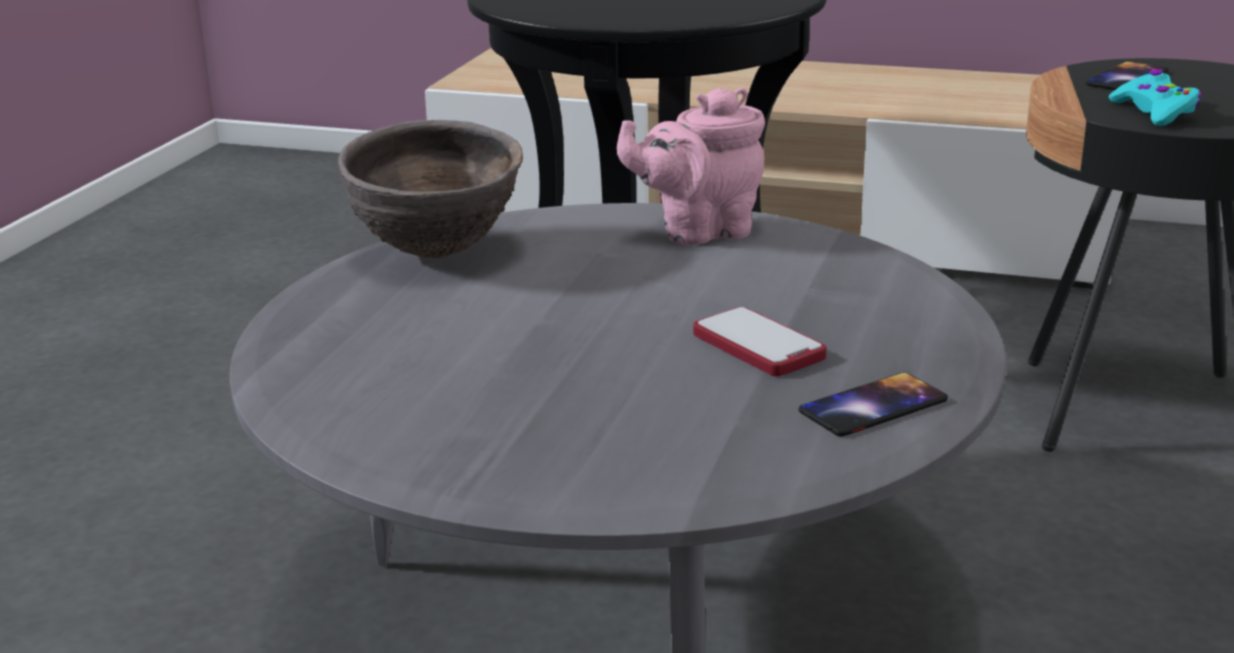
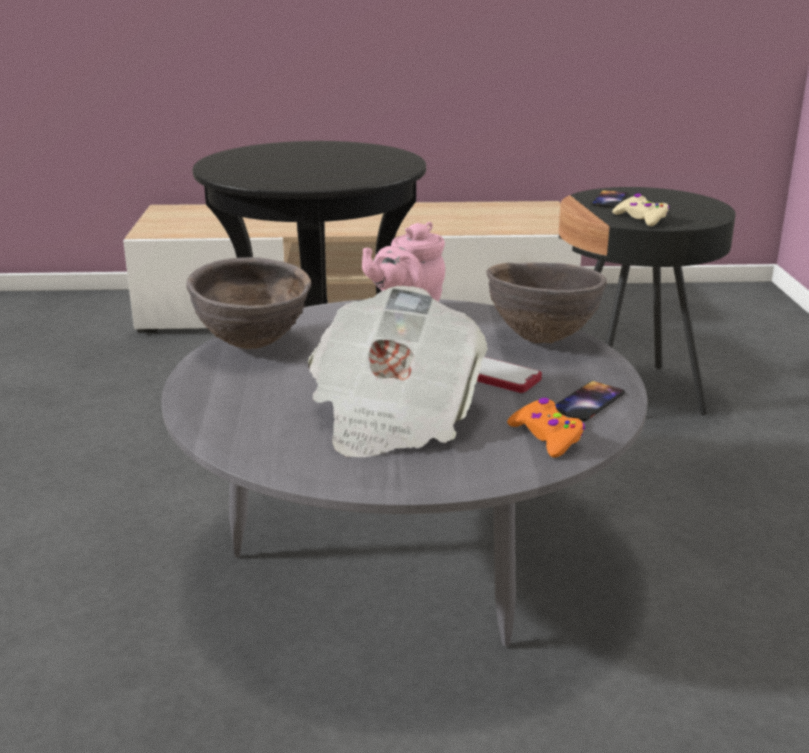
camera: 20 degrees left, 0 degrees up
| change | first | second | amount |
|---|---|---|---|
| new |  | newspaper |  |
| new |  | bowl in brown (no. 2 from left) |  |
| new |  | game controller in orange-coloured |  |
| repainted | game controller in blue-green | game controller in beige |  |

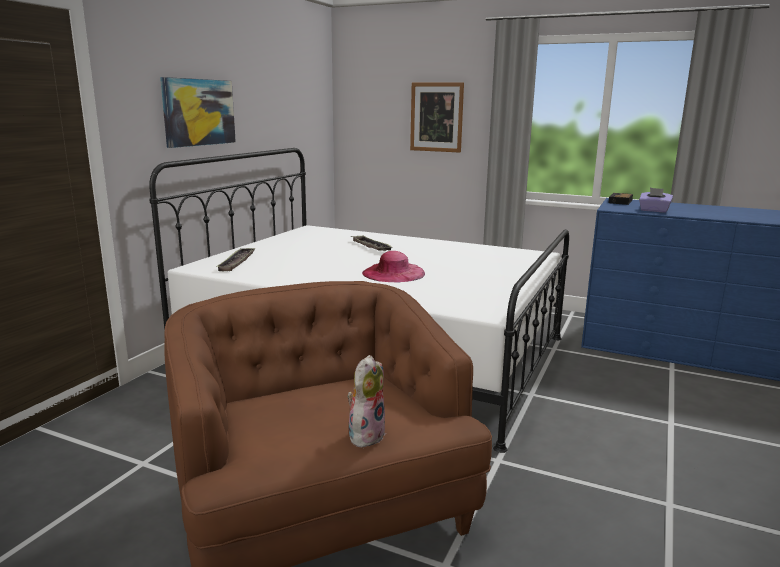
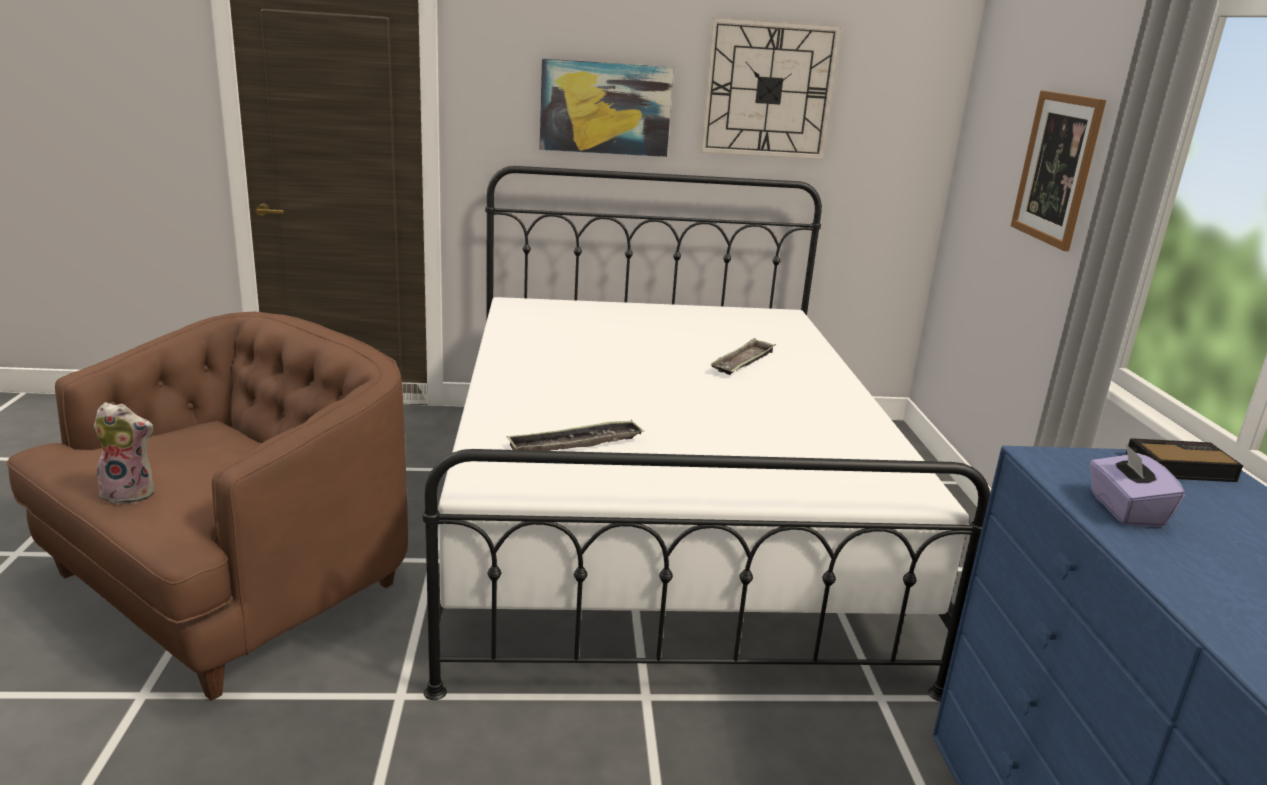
camera: 60 degrees right, 5 degrees up
| change | first | second | amount |
|---|---|---|---|
| gone | hat in pink |  |  |
| new |  | wall clock |  |
| shifted | carrying tray (no. 1 from left) |  |  |

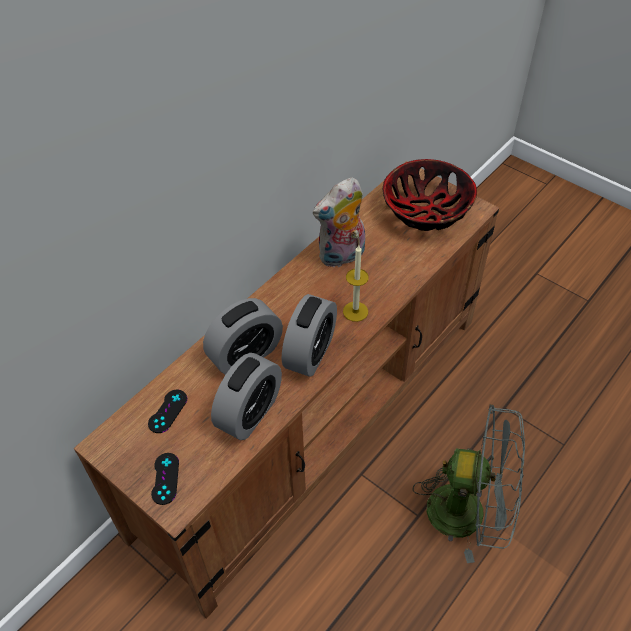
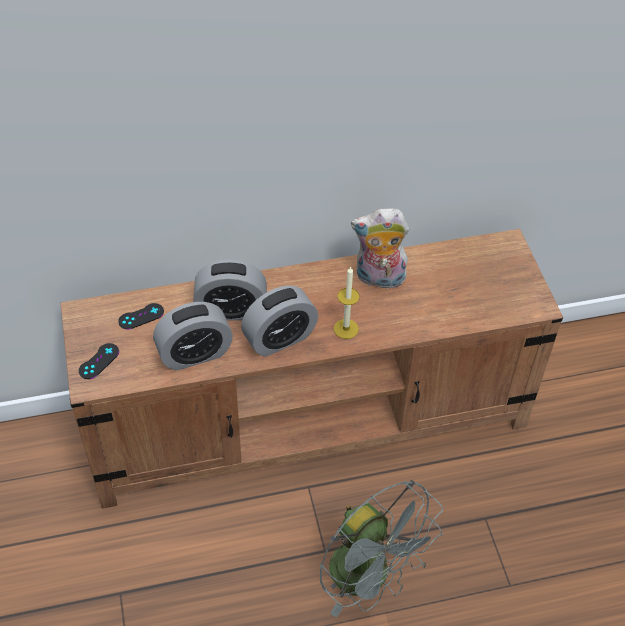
camera: 35 degrees right, 0 degrees up
| change | first | second | amount |
|---|---|---|---|
| gone | bowl |  |  |

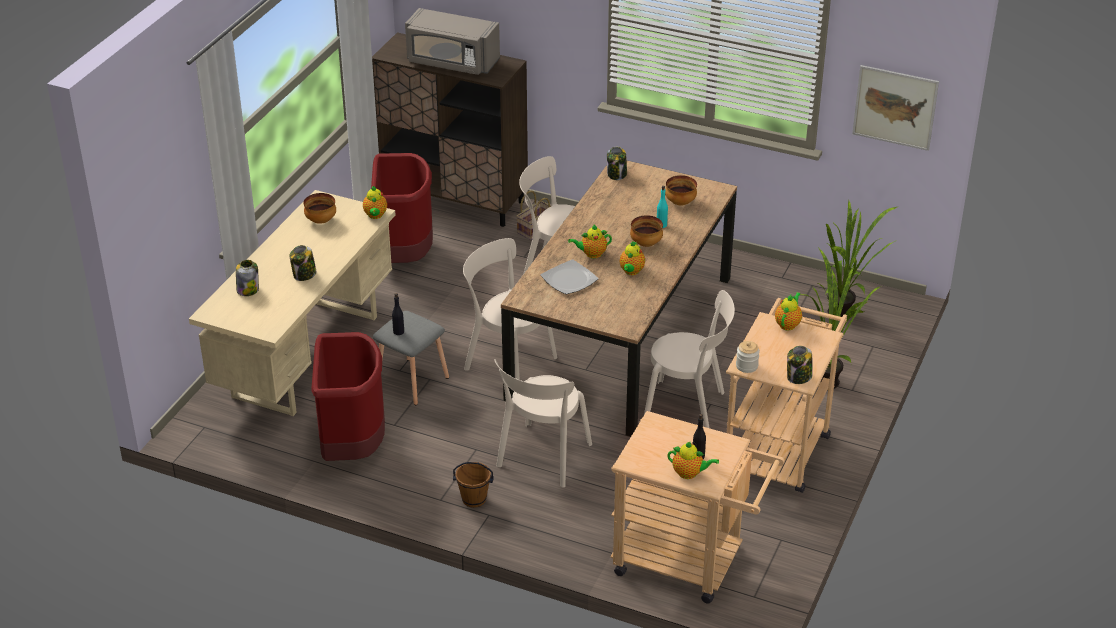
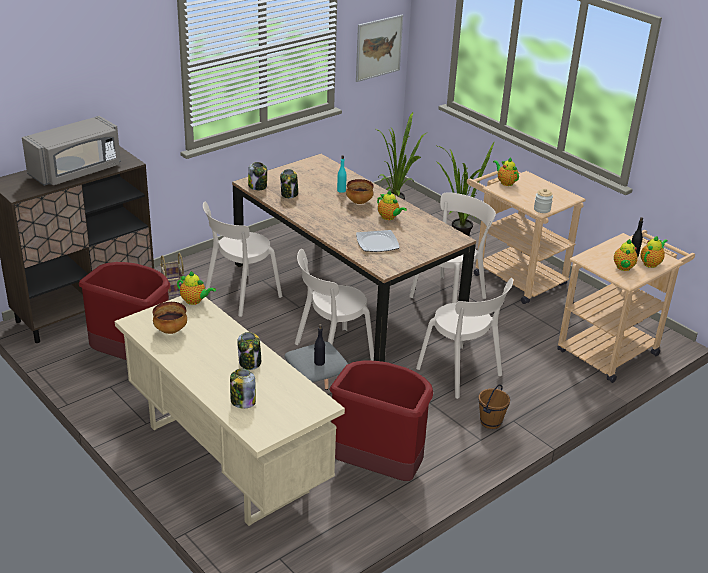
camera: 65 degrees left, 5 degrees down
| change | first | second | amount |
|---|---|---|---|
| gone | bowl (no. 3 from left) |  |  |
| shifted | teapot (no. 2 from left in the first image) | teapot (no. 4 from left) |  |
| shifted | storage jar (no. 5 from left in the first image) | storage jar (no. 4 from left) |  |

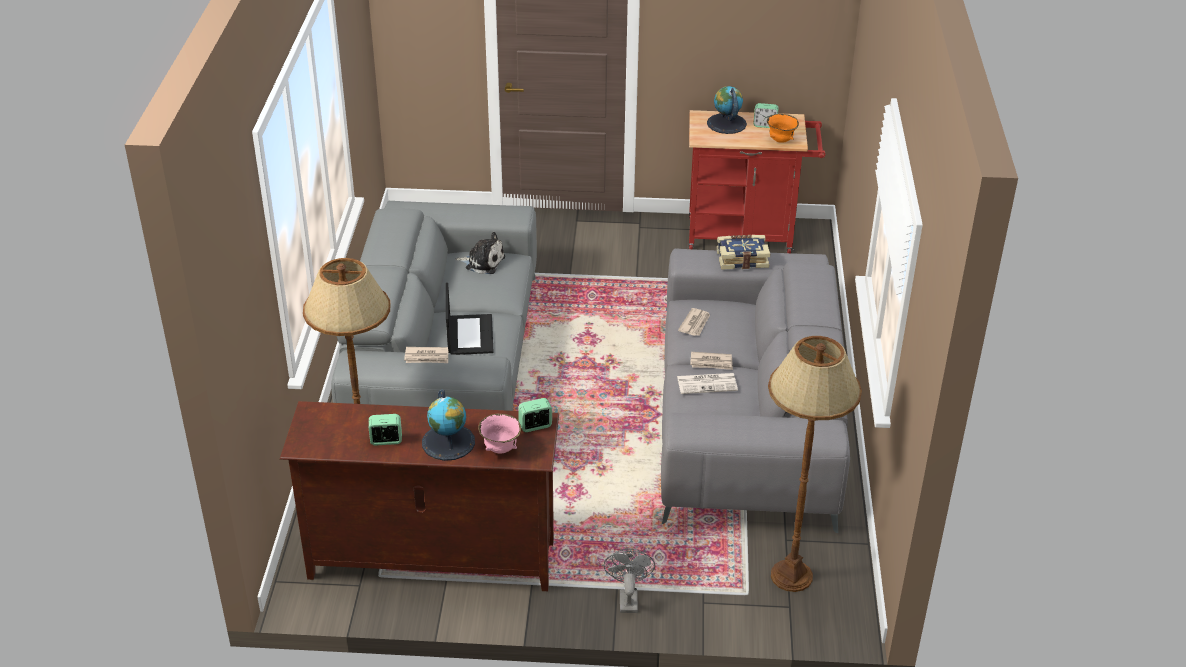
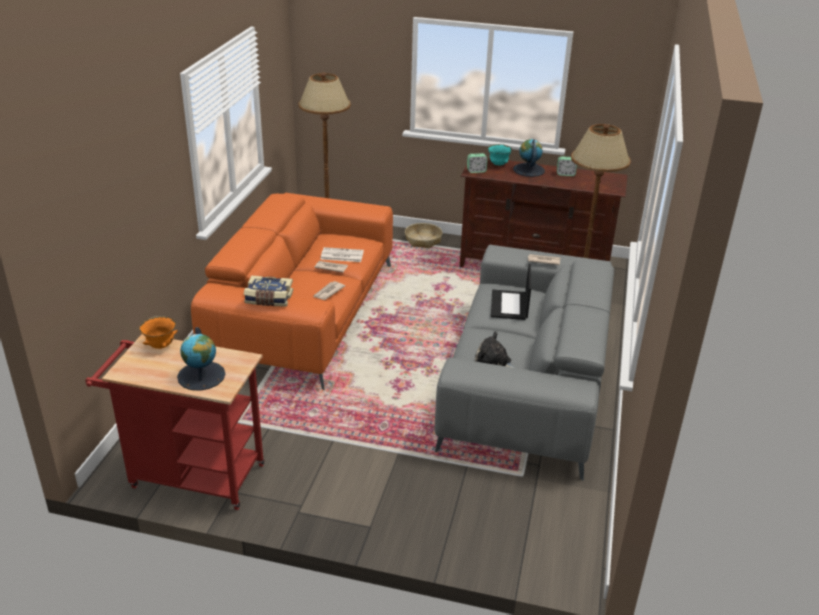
camera: 170 degrees left, 5 degrees down
| change | first | second | amount |
|---|---|---|---|
| gone | alarm clock (no. 3 from left) |  |  |
| swapped | cooling fan in greyish | storage basket |  |
| repainted | bowl in pink | bowl in blue-green |  |
| repainted | settee in greyish (no. 2 from left) | settee in orange-coloured |  |

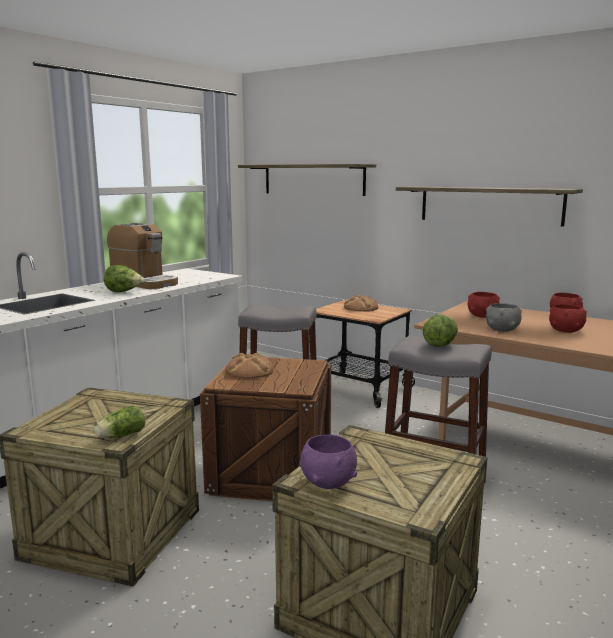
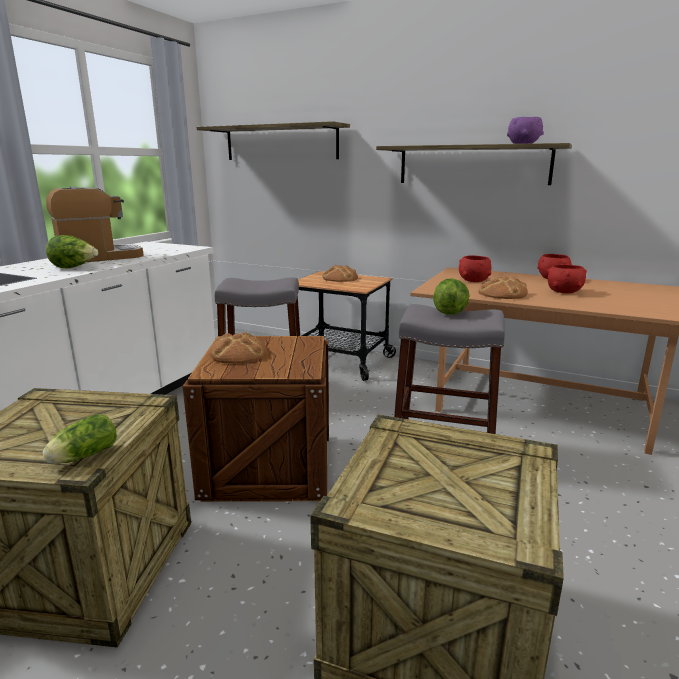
camera: 10 degrees left, 5 degrees up
| change | first | second | amount |
|---|---|---|---|
| shifted | bowl in purplish |  |  |
| swapped | bowl in greyish | bakery bread (no. 3 from left) |  |
| rotated | coffee brewer |  | 60 degrees counterclockwise |

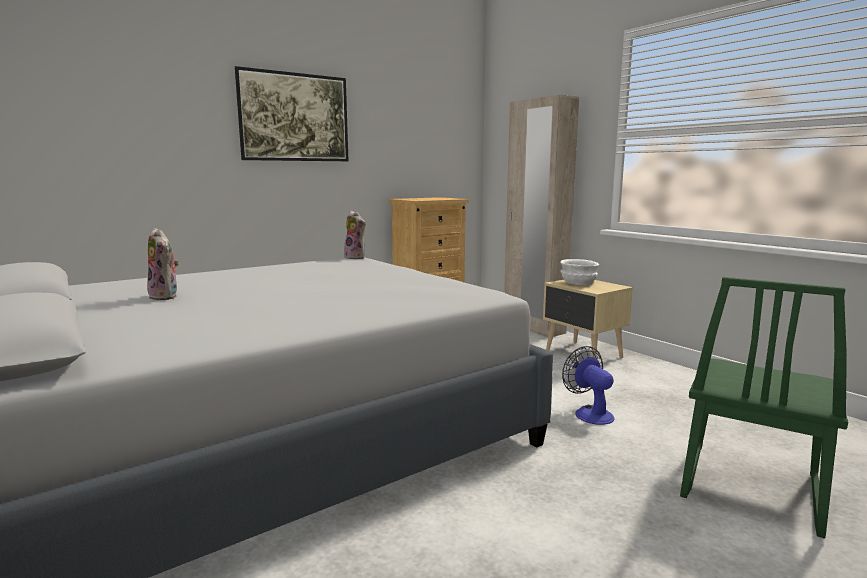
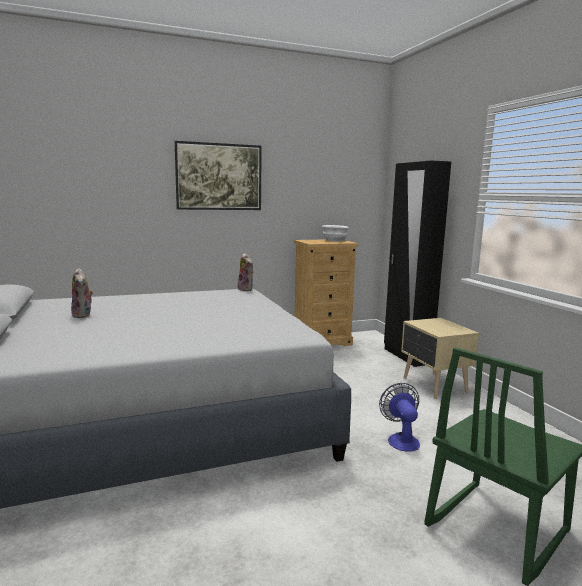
camera: 15 degrees right, 0 degrees up
| change | first | second | amount |
|---|---|---|---|
| shifted | bowl in whitish |  |  |
| repainted | clothes cupboard in beige | clothes cupboard in black |  |

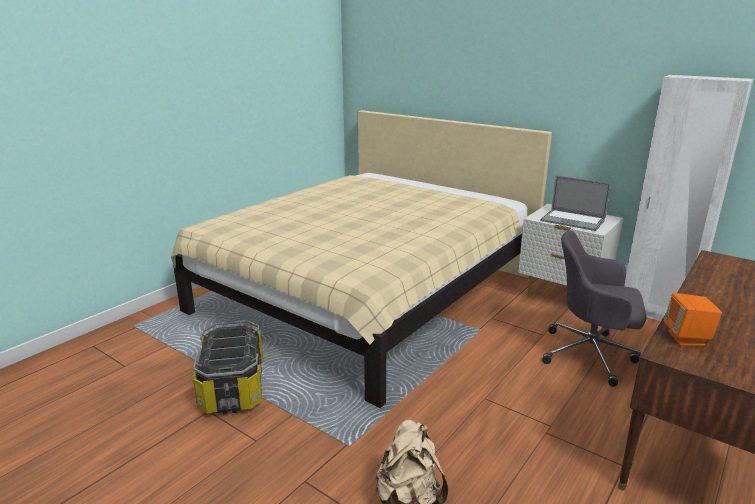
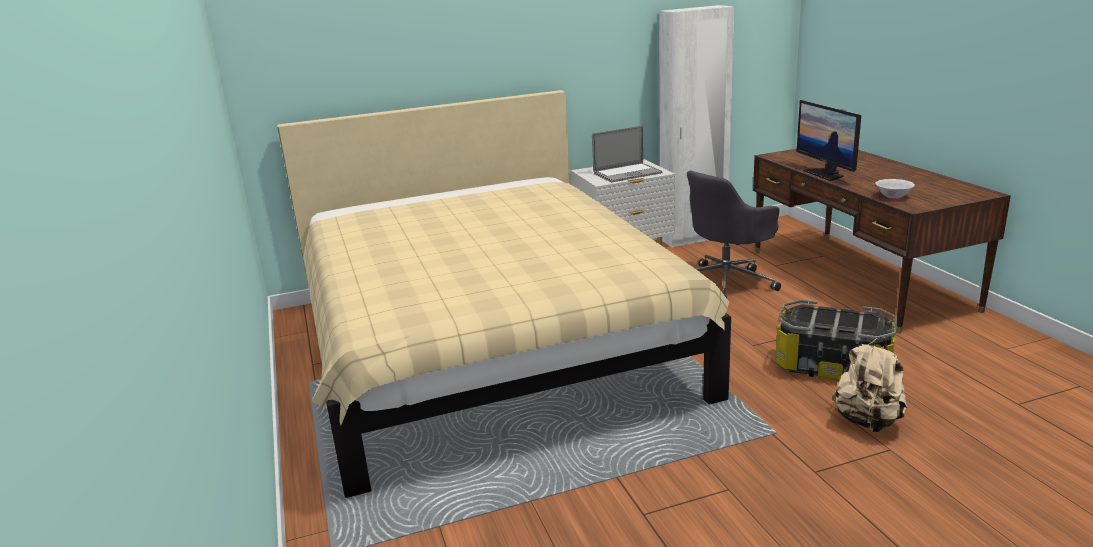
camera: 55 degrees left, 0 degrees up
| change | first | second | amount |
|---|---|---|---|
| new |  | computer screen |  |
| shifted | storage bin |  |  |
| swapped | audio speaker in orange-coloured | bowl in whitish |  |

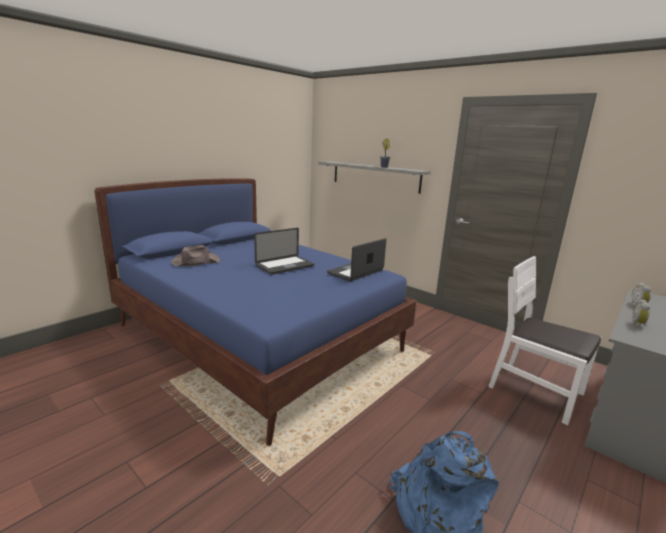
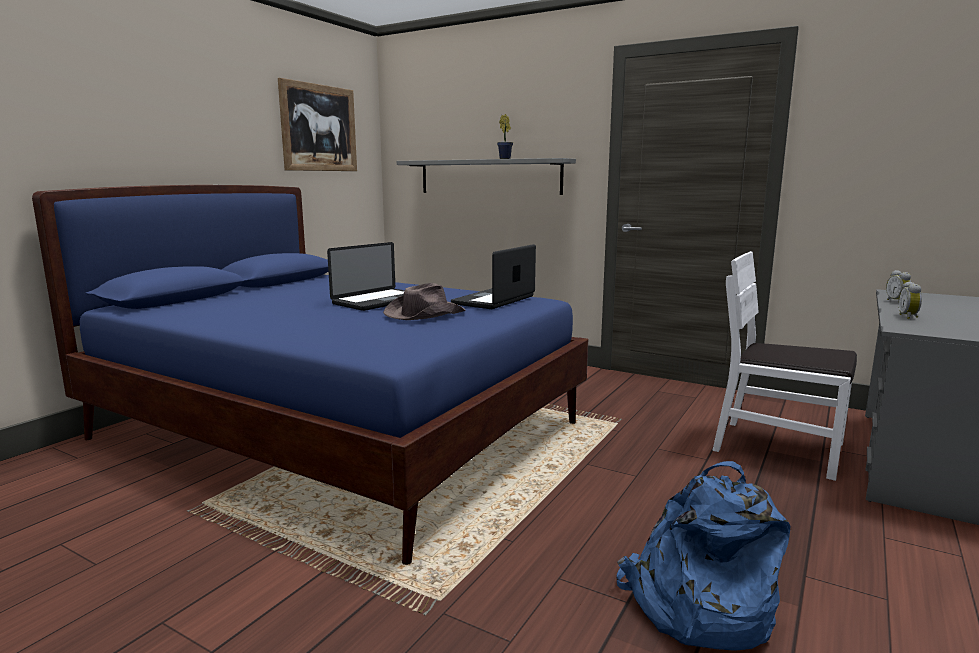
camera: 10 degrees left, 5 degrees down
| change | first | second | amount |
|---|---|---|---|
| new |  | wall art |  |
| shifted | hat in brown |  |  |

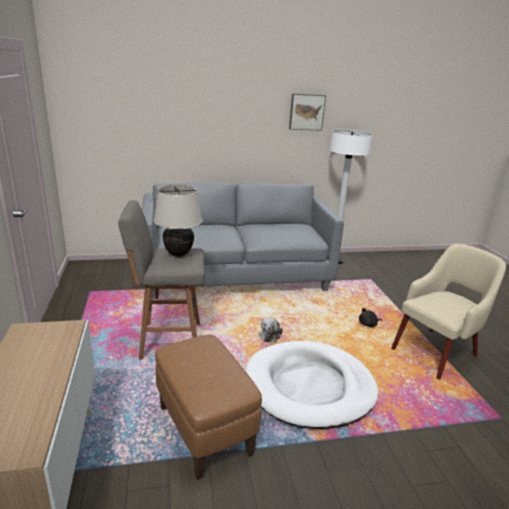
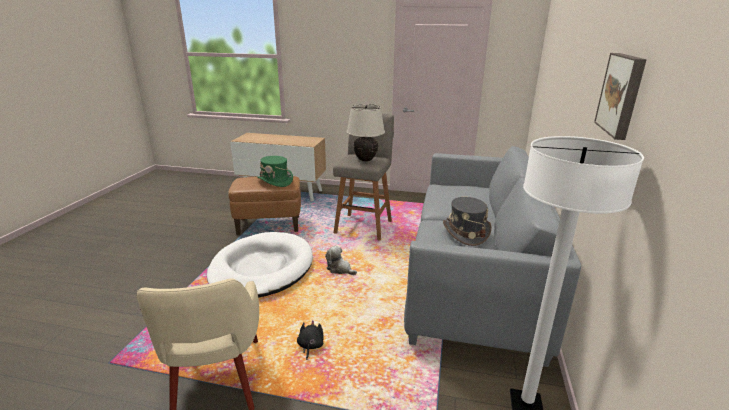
camera: 115 degrees right, 0 degrees up
| change | first | second | amount |
|---|---|---|---|
| new |  | hat in green |  |
| new |  | hat in greyish |  |

